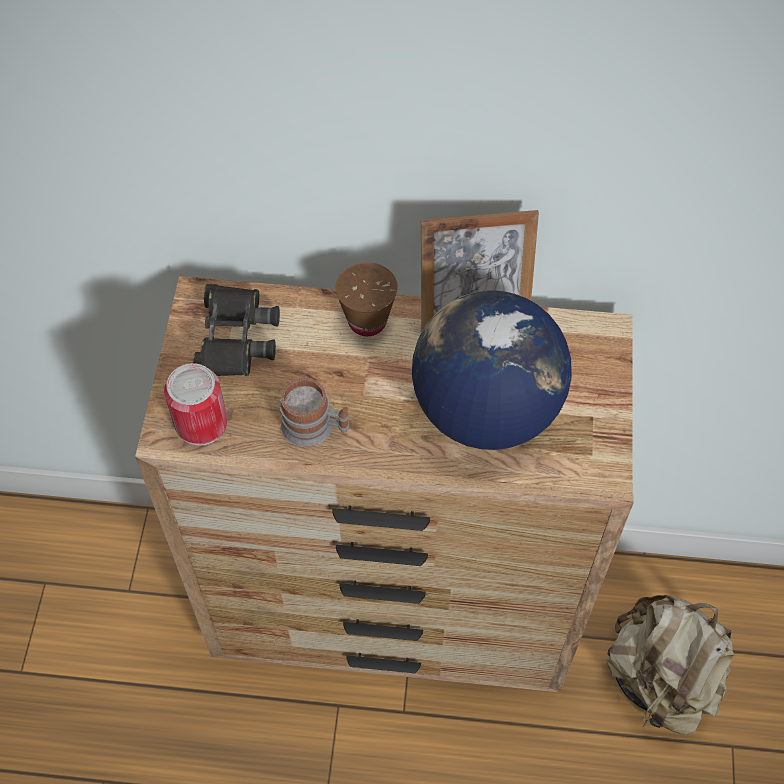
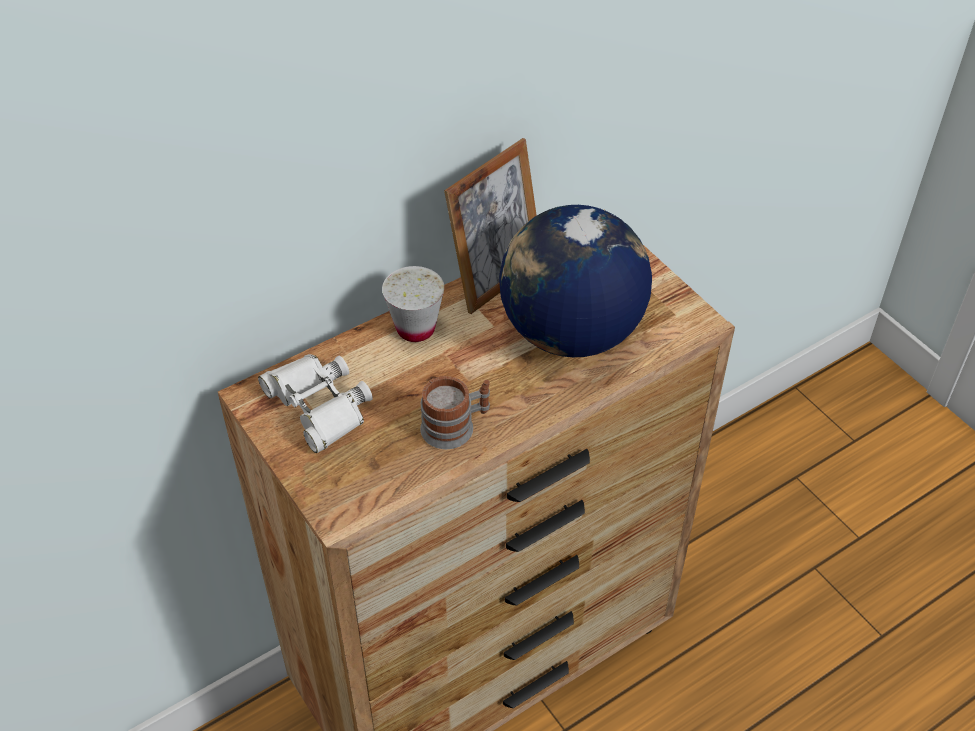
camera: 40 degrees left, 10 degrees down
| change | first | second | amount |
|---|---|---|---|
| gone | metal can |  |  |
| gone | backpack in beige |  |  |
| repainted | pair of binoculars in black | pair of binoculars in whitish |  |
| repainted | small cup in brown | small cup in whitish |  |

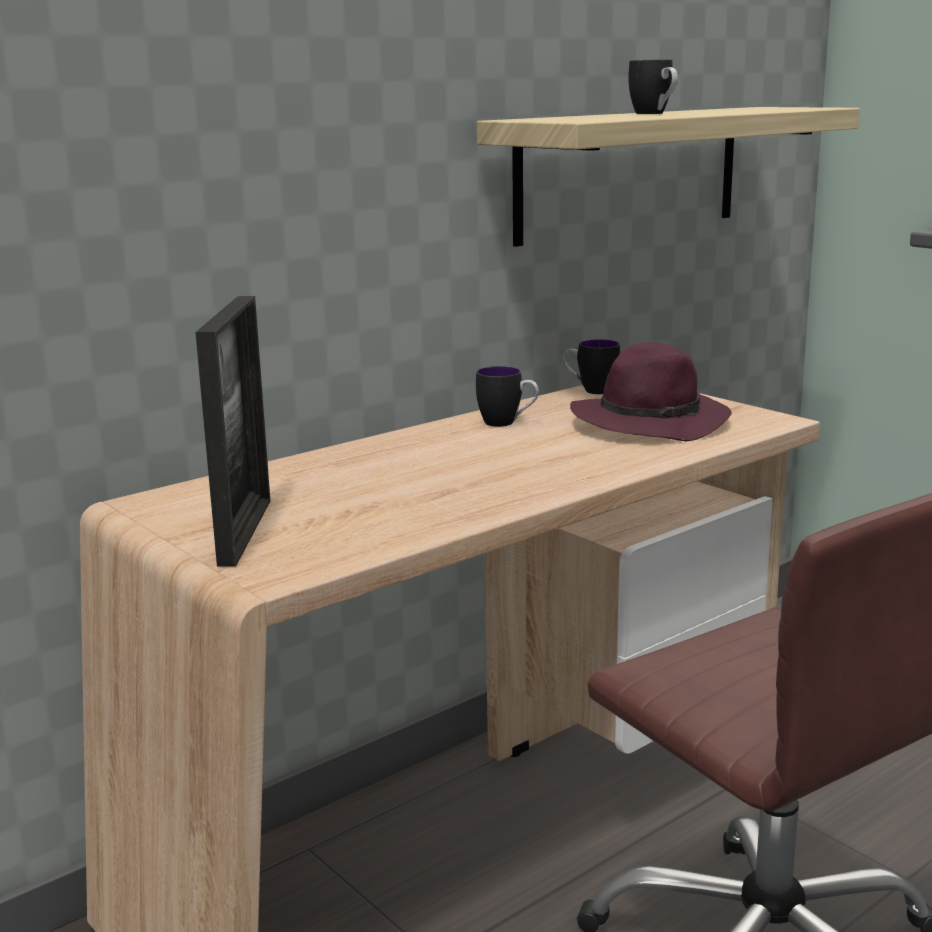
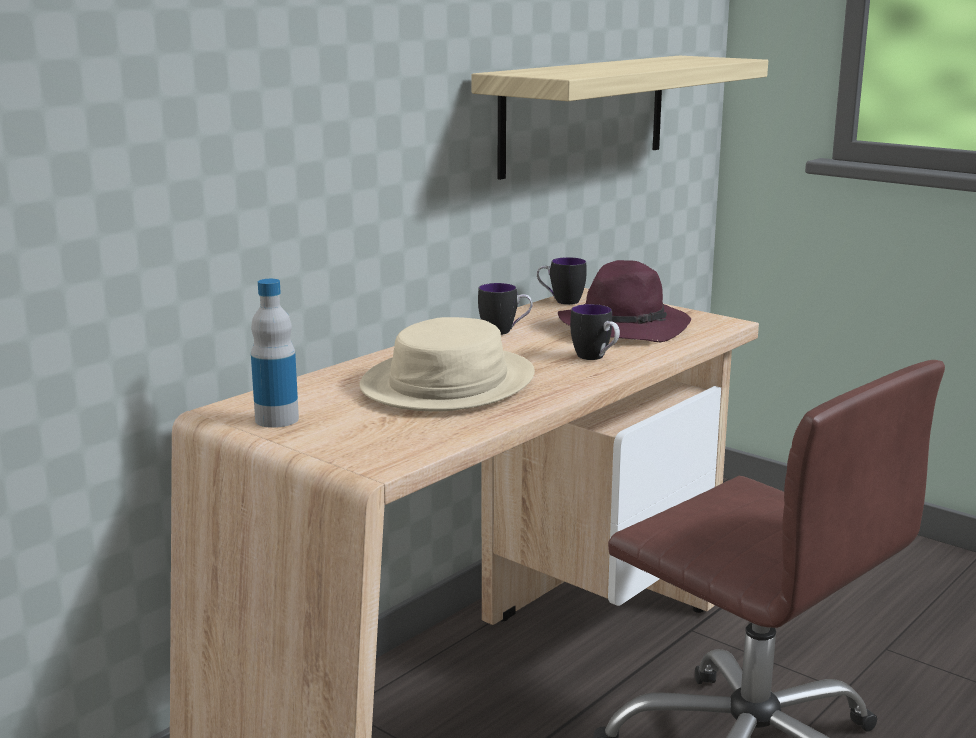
camera: 10 degrees left, 0 degrees up
| change | first | second | amount |
|---|---|---|---|
| gone | standing frame |  |  |
| new |  | beverage bottle |  |
| new |  | hat in beige |  |
| shifted | mug (no. 3 from left) |  |  |

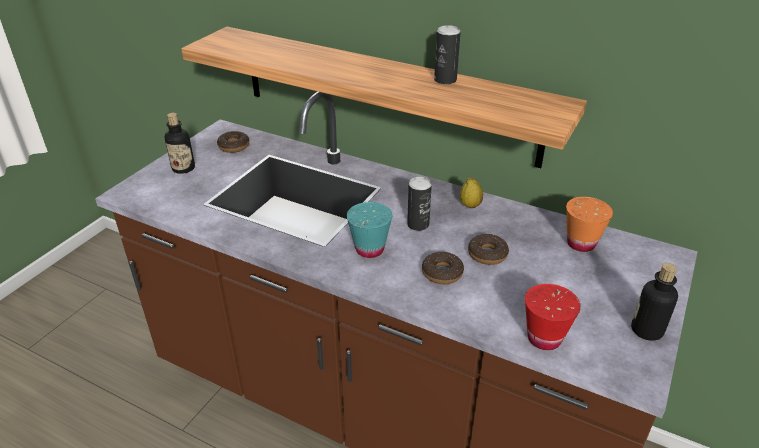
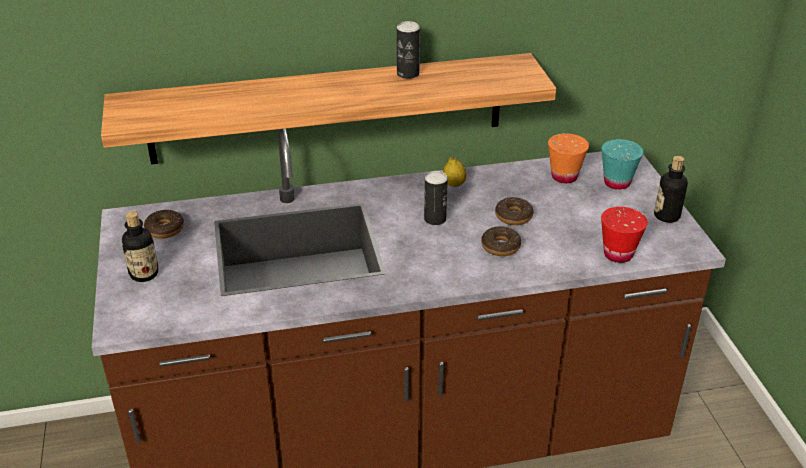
camera: 40 degrees left, 0 degrees up
| change | first | second | amount |
|---|---|---|---|
| shifted | small cup in blue-green |  |  |

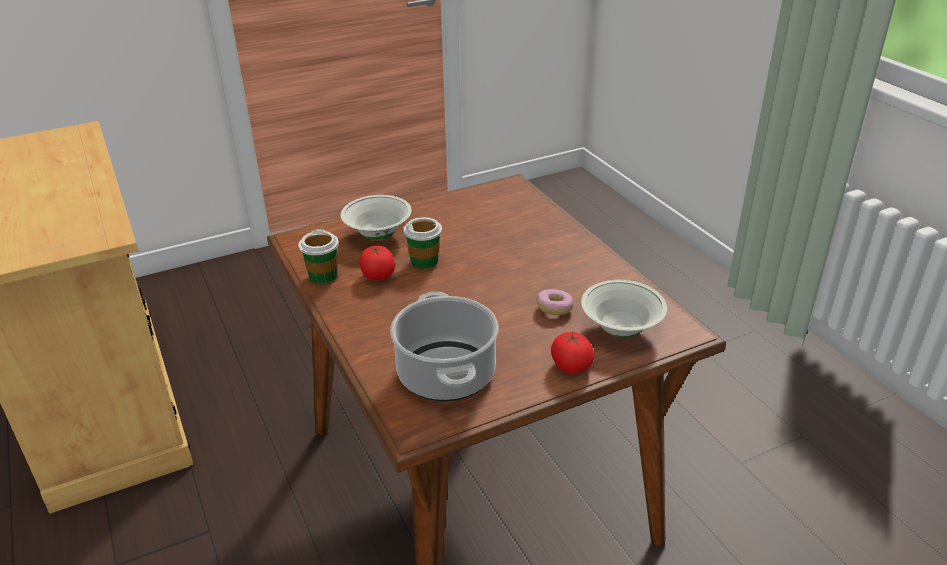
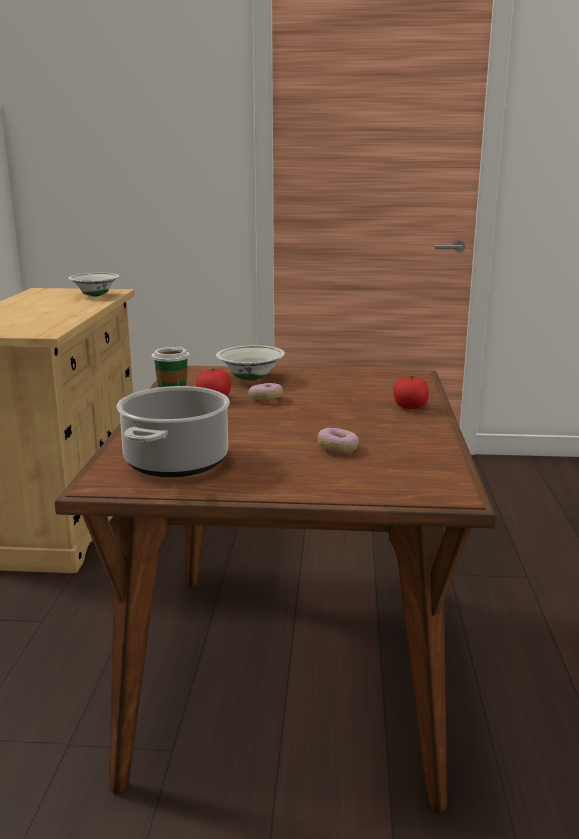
camera: 30 degrees right, 15 degrees down
| change | first | second | amount |
|---|---|---|---|
| shifted | tomato (no. 2 from left) |  |  |
| shifted | bowl in whitish (no. 2 from left in the first image) | bowl in whitish (no. 1 from left) |  |
| swapped | small cup (no. 2 from left) | donut (no. 1 from left) |  |

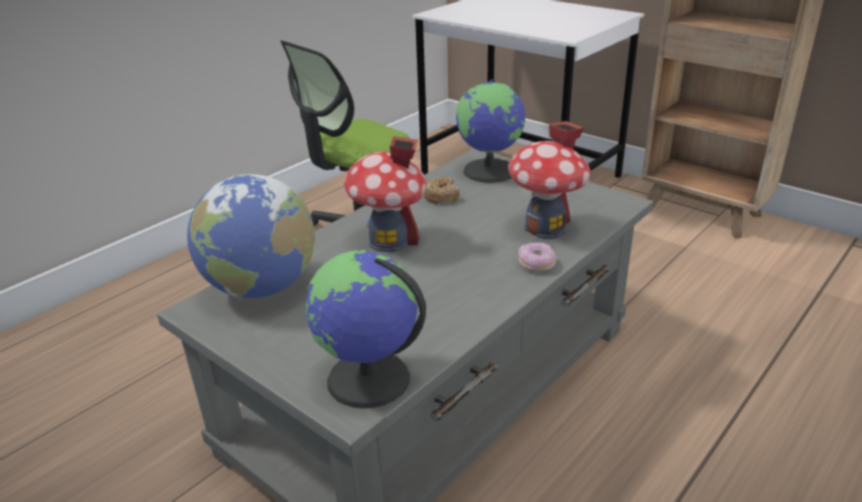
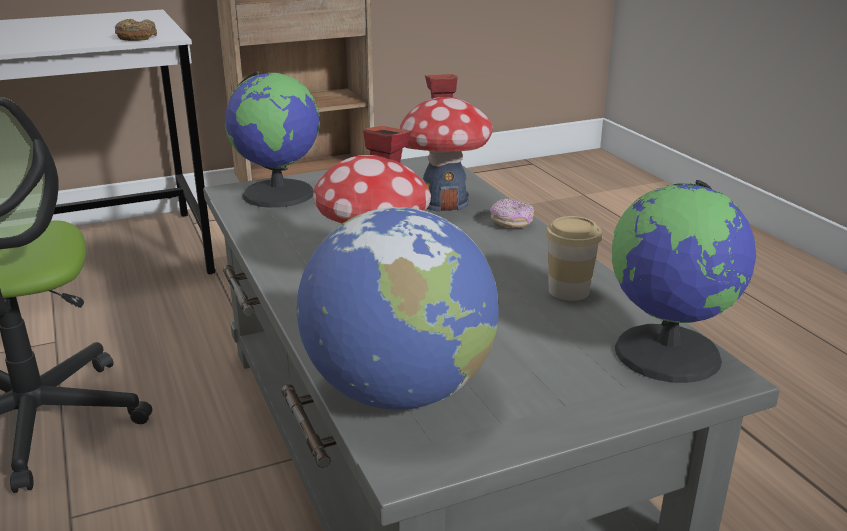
camera: 65 degrees left, 5 degrees down
| change | first | second | amount |
|---|---|---|---|
| new |  | small cup |  |
| shifted | donut (no. 1 from left) |  |  |

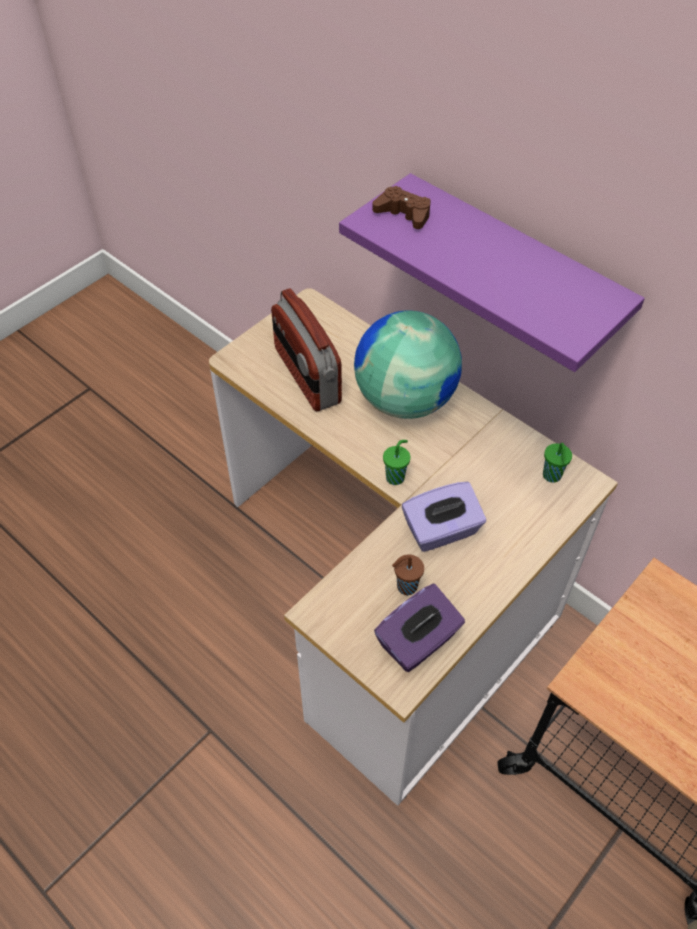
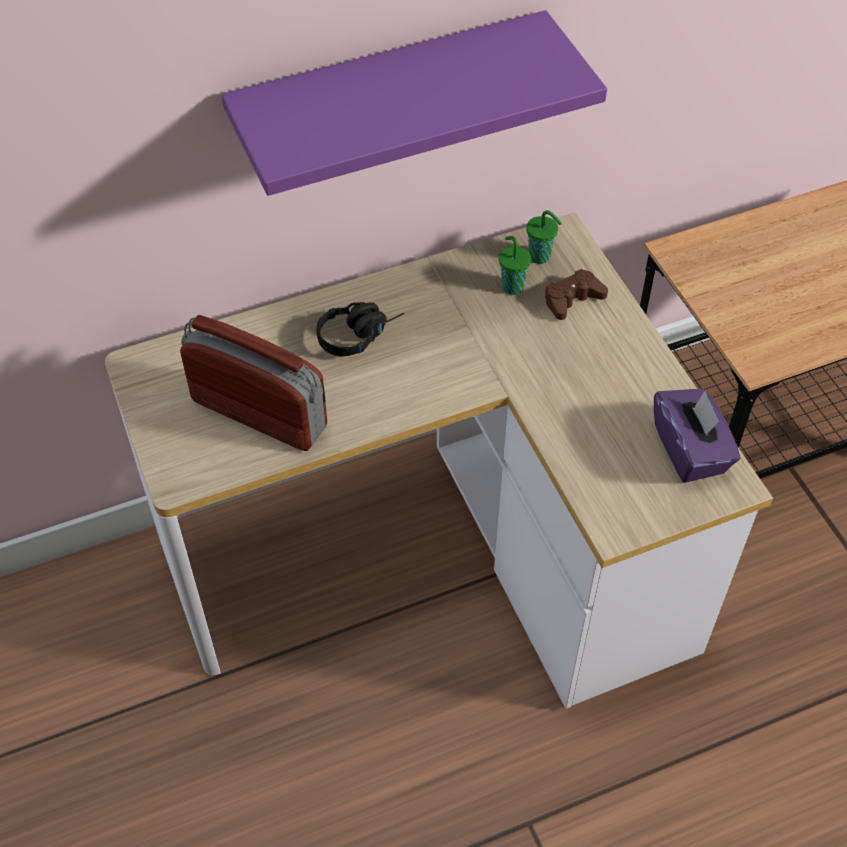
camera: 65 degrees left, 0 degrees up
| change | first | second | amount |
|---|---|---|---|
| gone | small cup in brown |  |  |
| gone | box of tissues in purplish (no. 2 from left) |  |  |
| shifted | game controller in brown |  |  |
| shifted | small cup in green (no. 1 from left) |  |  |
| swapped | desk globe | headset in black |  |
| rotated | radio receiver |  | 150 degrees counterclockwise |

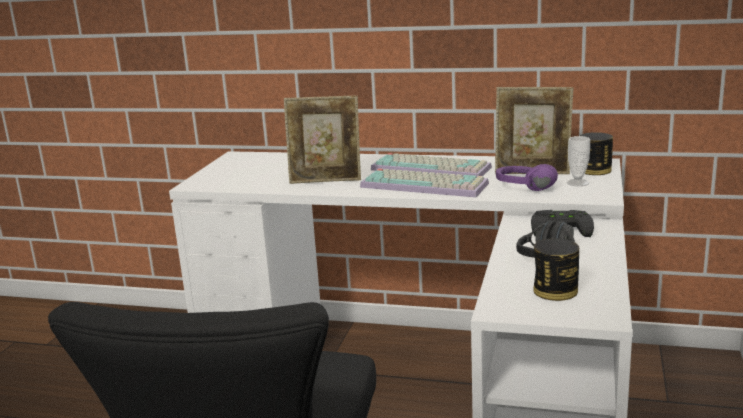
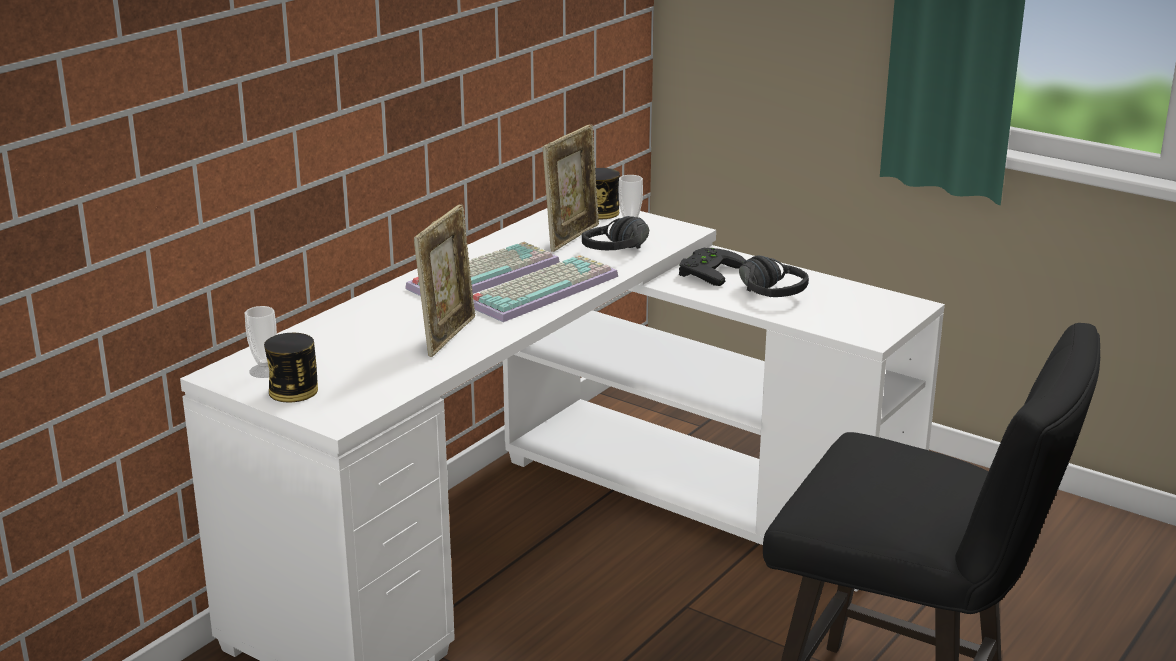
camera: 70 degrees left, 5 degrees up
| change | first | second | amount |
|---|---|---|---|
| new |  | small cup (no. 1 from left) |  |
| shifted | metal can (no. 1 from left) |  |  |
| repainted | headset in purplish | headset in black (no. 1 from left) |  |

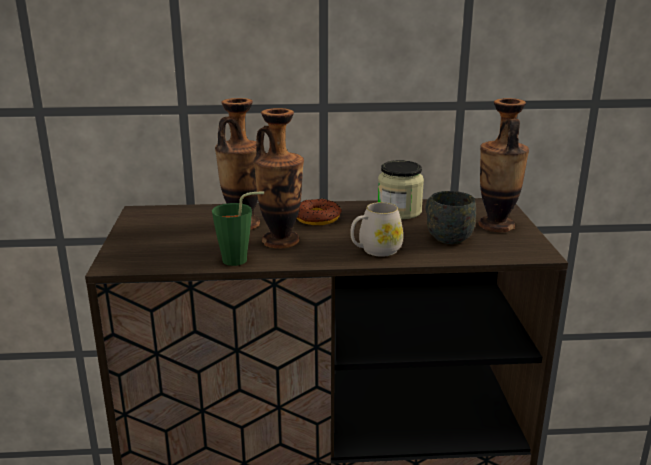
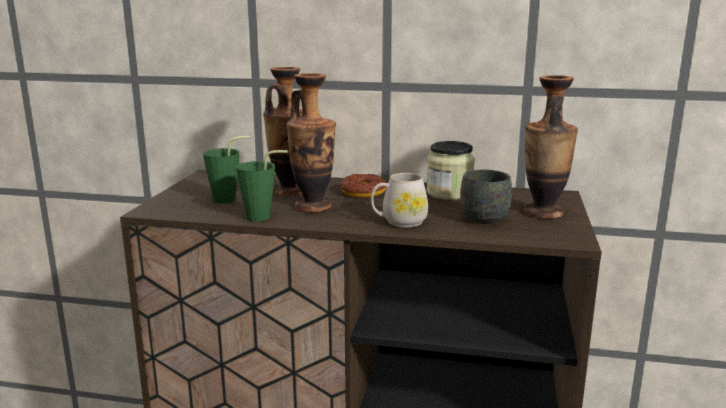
camera: 15 degrees right, 5 degrees down
| change | first | second | amount |
|---|---|---|---|
| new |  | small cup in green (no. 1 from left) |  |

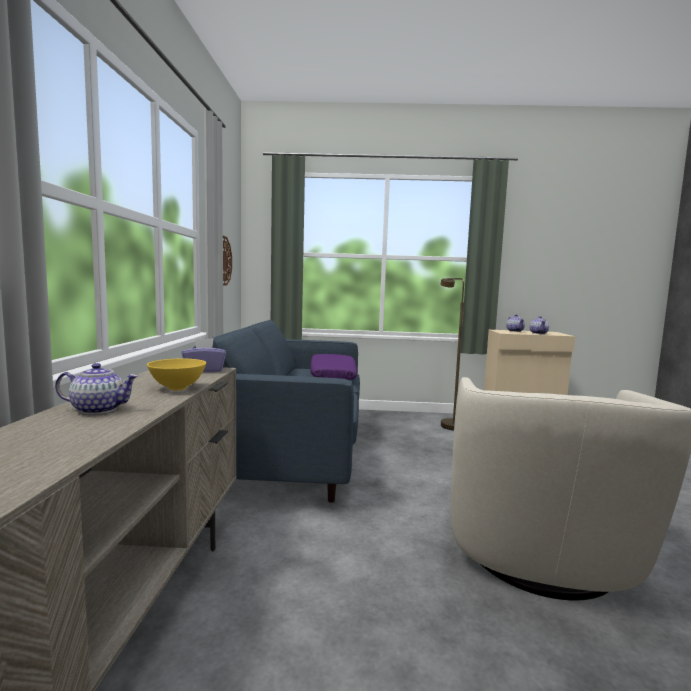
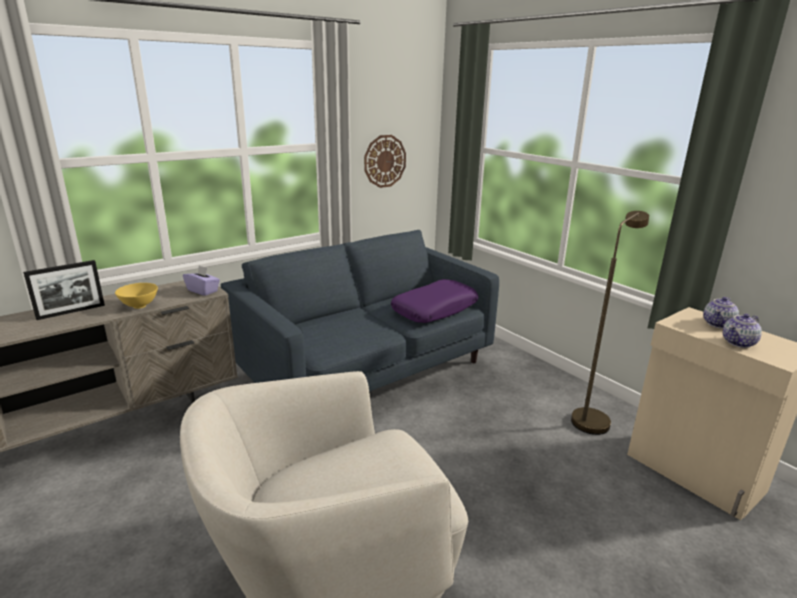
camera: 50 degrees right, 15 degrees up
| change | first | second | amount |
|---|---|---|---|
| swapped | teapot (no. 1 from left) | standing frame |  |

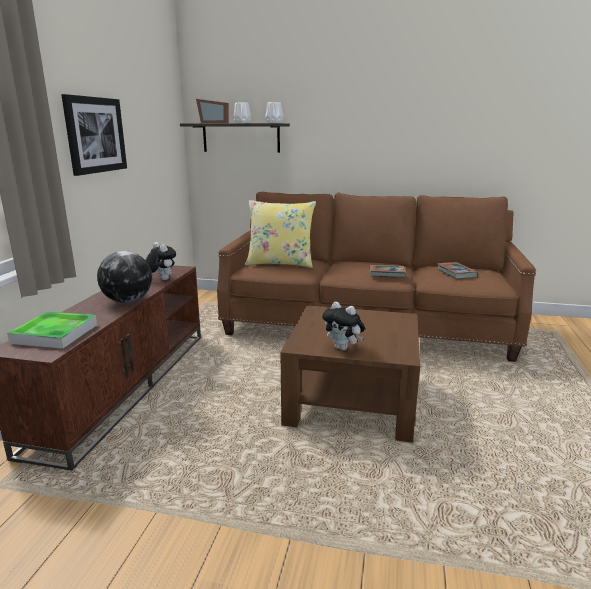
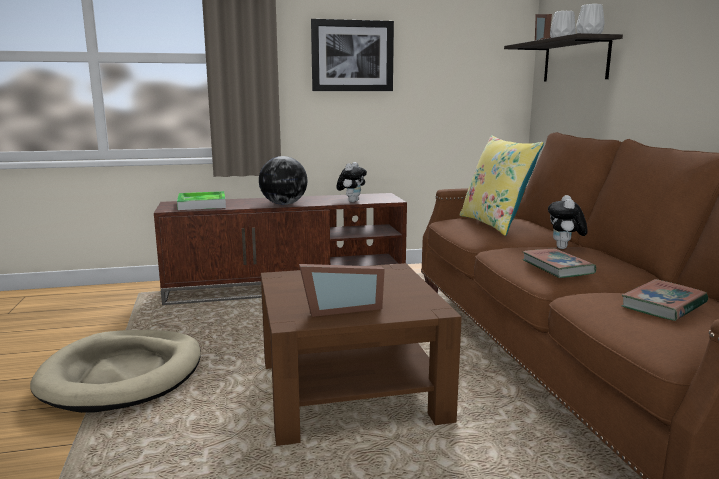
camera: 65 degrees right, 5 degrees down
| change | first | second | amount |
|---|---|---|---|
| new |  | pet bed in beige |  |
| new |  | standing frame (no. 1 from left) |  |
| shifted | plush toy (no. 2 from left) |  |  |

